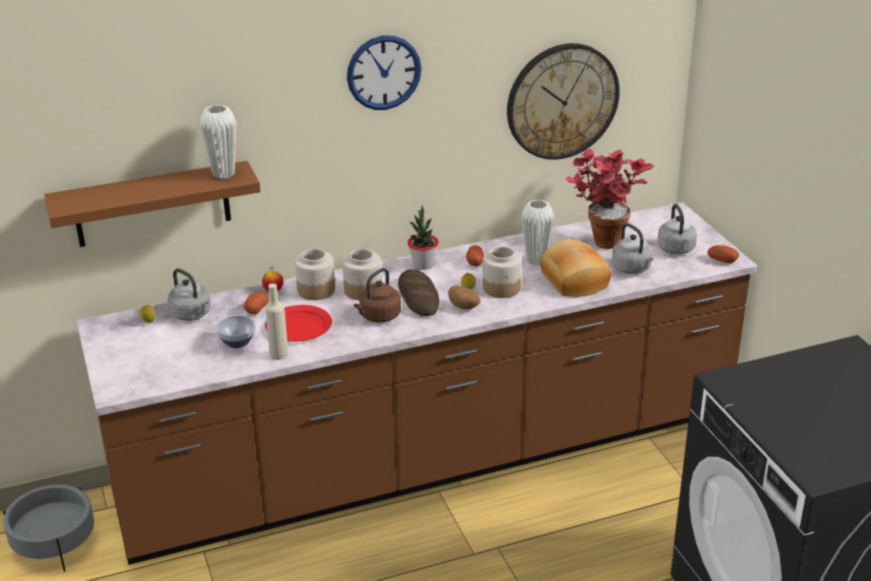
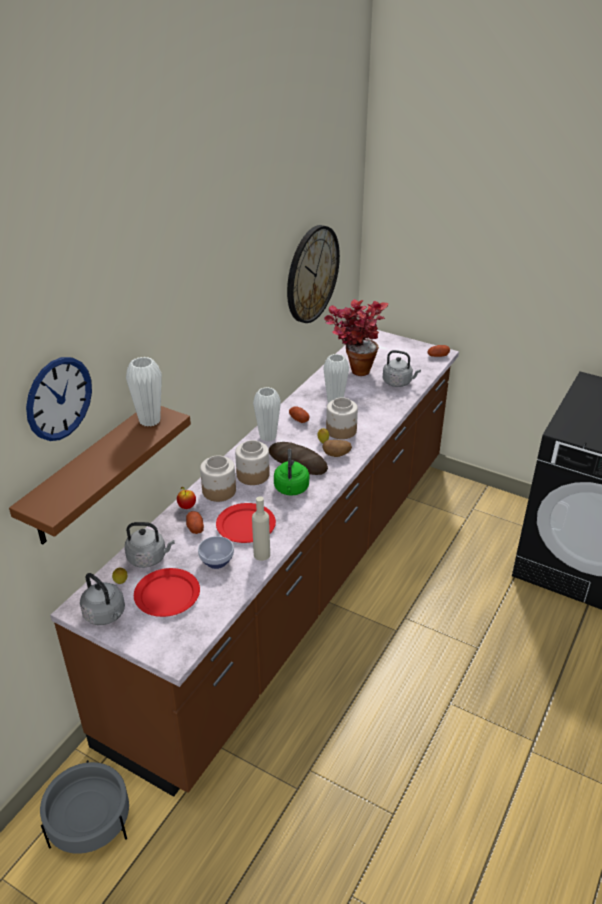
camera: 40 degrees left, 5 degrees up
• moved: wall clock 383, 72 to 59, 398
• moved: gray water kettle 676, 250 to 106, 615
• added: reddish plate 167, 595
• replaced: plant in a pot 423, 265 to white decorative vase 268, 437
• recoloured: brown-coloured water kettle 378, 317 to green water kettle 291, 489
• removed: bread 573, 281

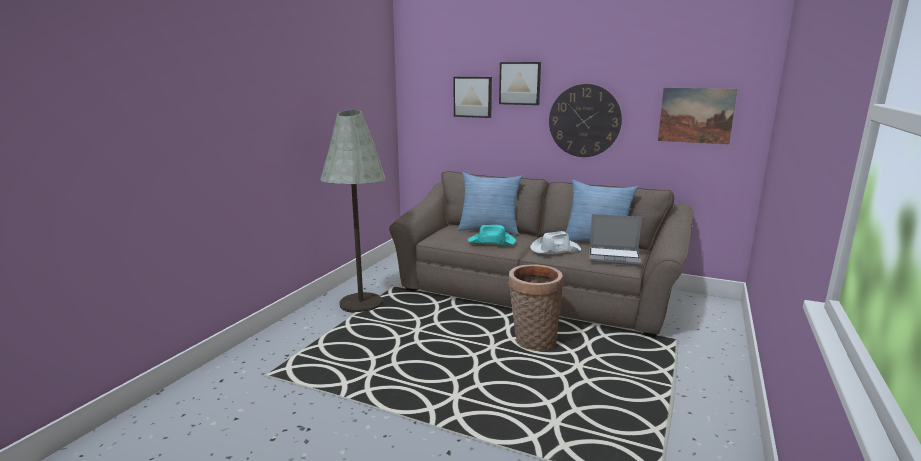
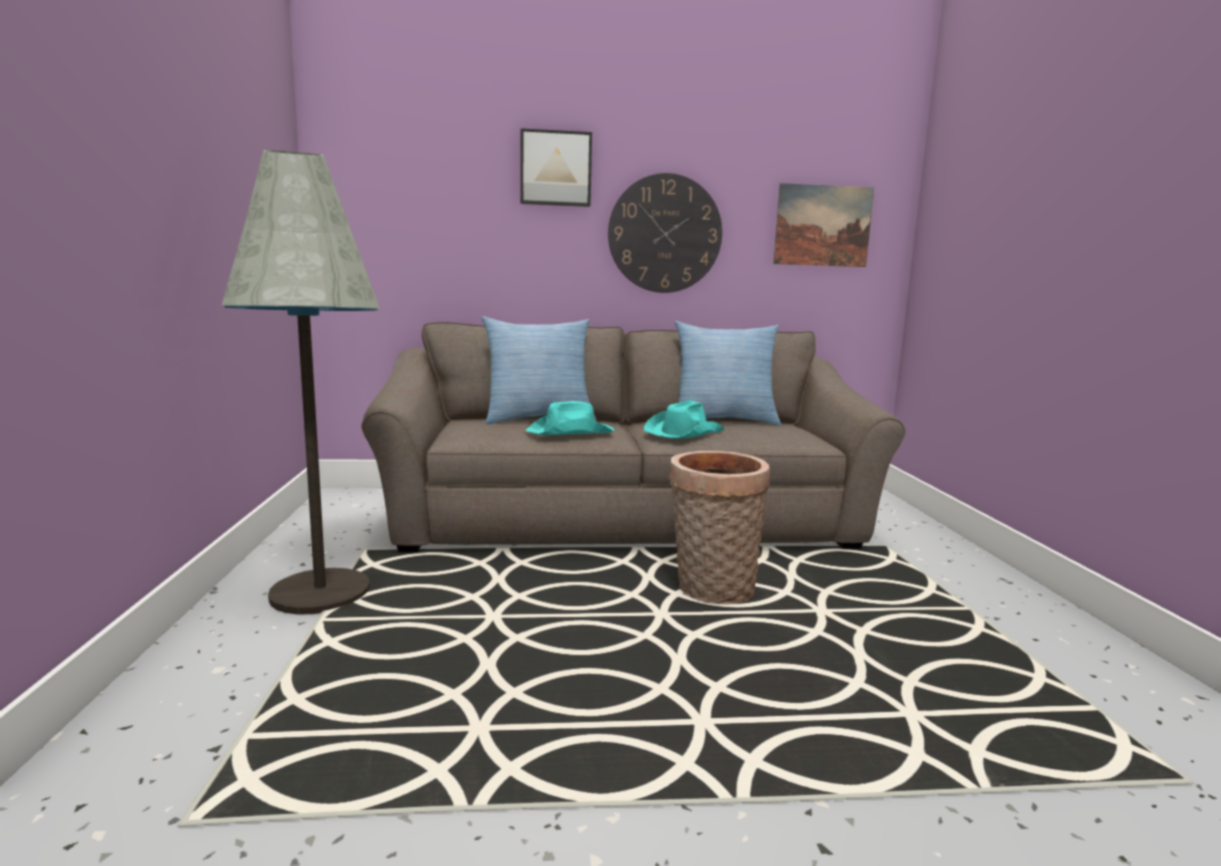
camera: 30 degrees left, 5 degrees down
• recoloured: white clothing hat 554, 249 to turquoise clothing hat 683, 432
• removed: picture 473, 97
• removed: notebook computer 614, 257

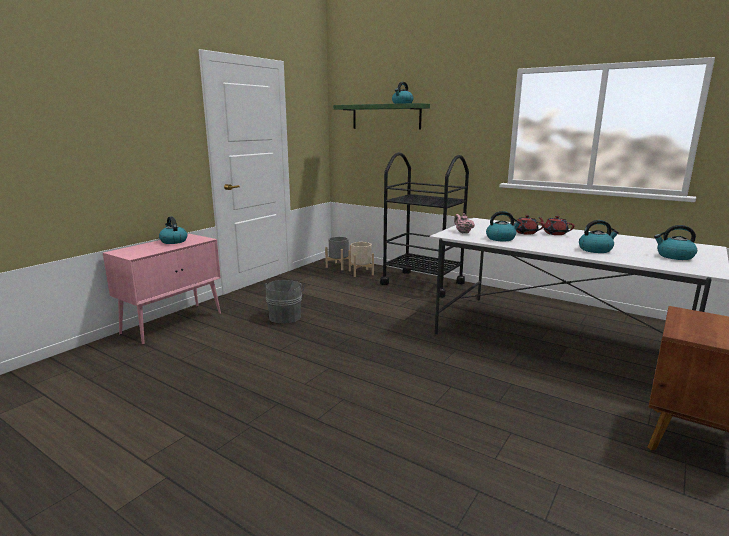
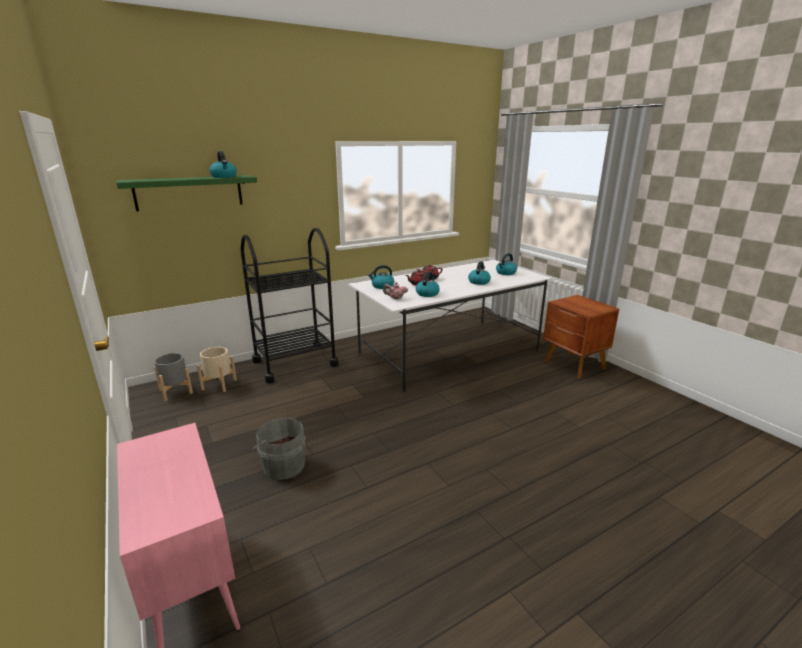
camera: 65 degrees left, 5 degrees up
• moved: water kettle 173, 241 to 382, 286

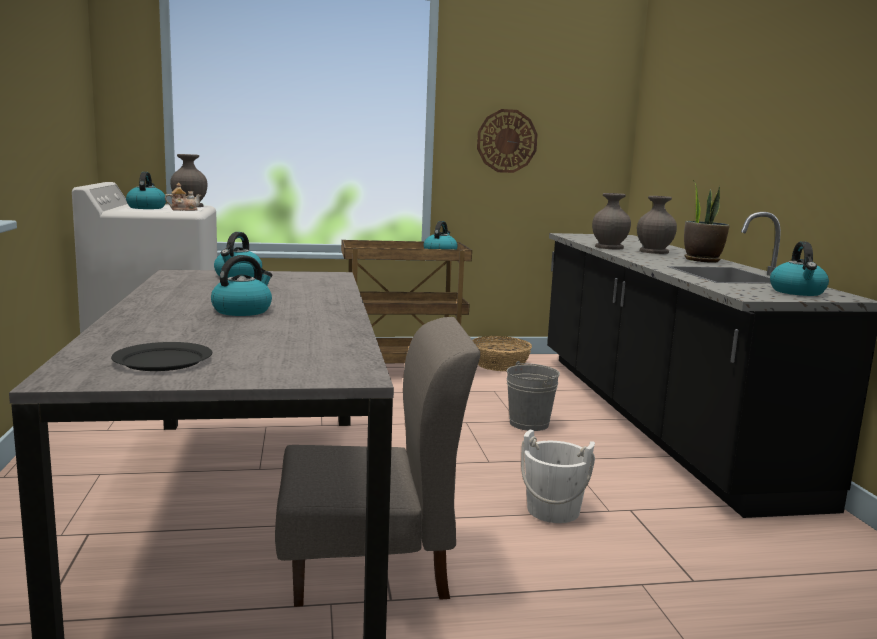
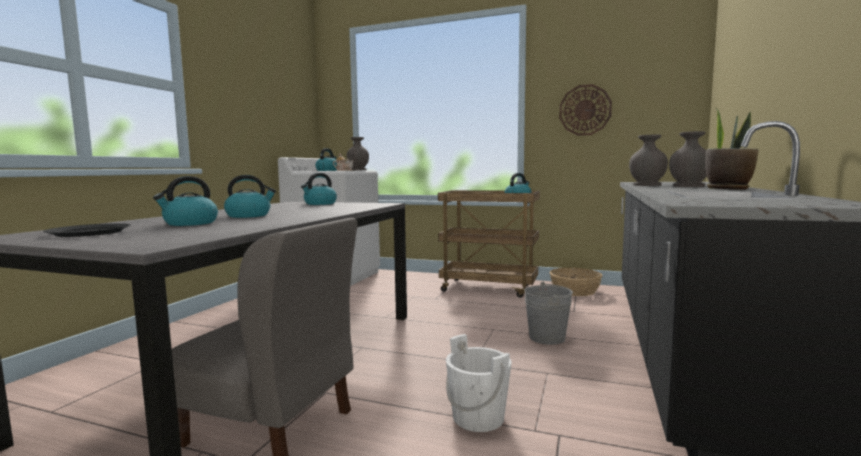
camera: 30 degrees right, 5 degrees down
• moved: water kettle 797, 292 to 190, 223

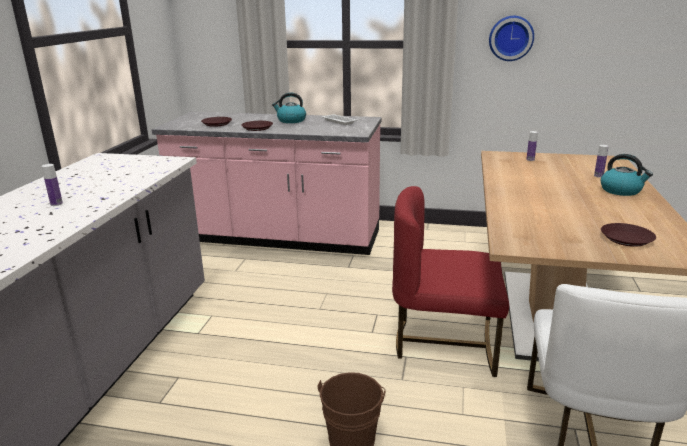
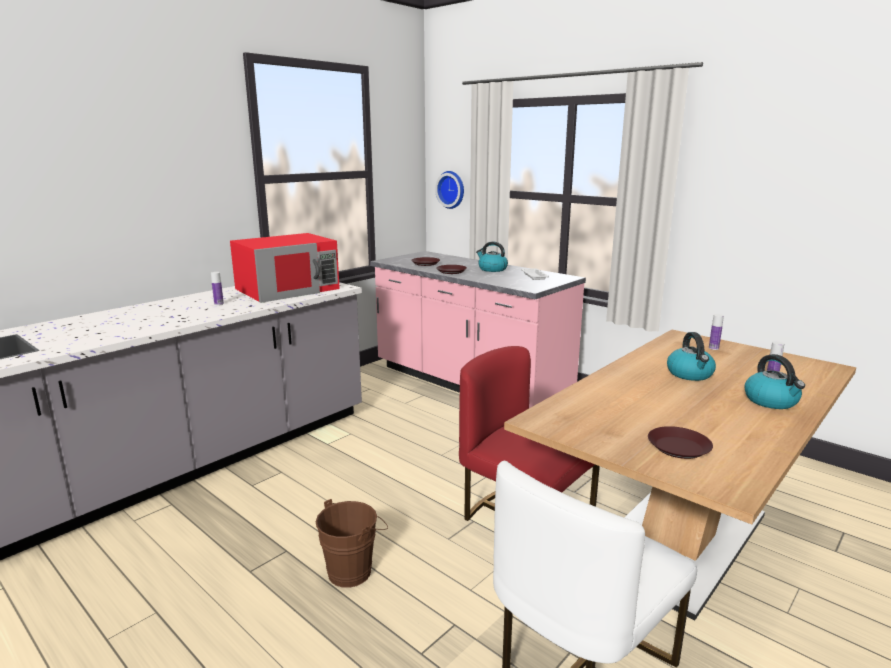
camera: 30 degrees right, 5 degrees down
• added: reddish kitchen microwave 288, 289
• moved: wall clock 511, 38 to 452, 189
• added: water kettle 690, 374

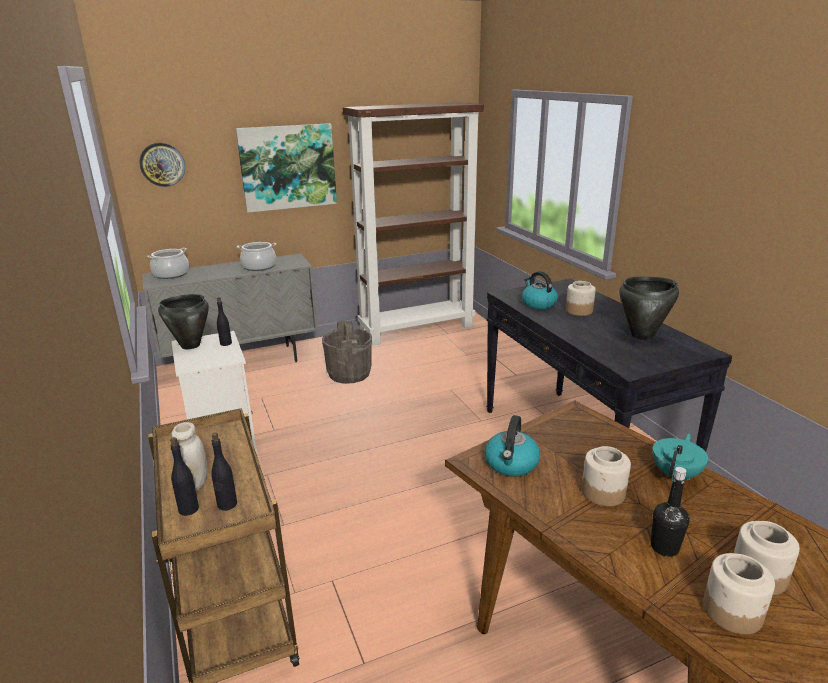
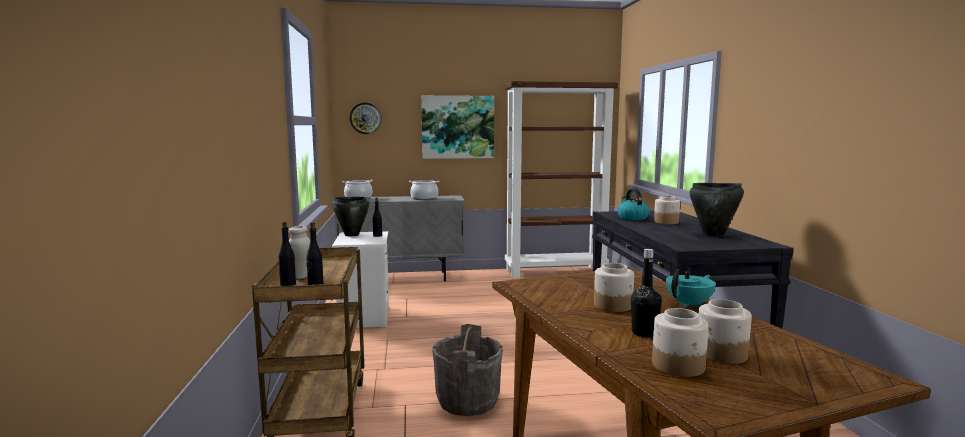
camera: 15 degrees right, 15 degrees down
• moved: gray bucket 349, 374 to 468, 401
• removed: water kettle 511, 464

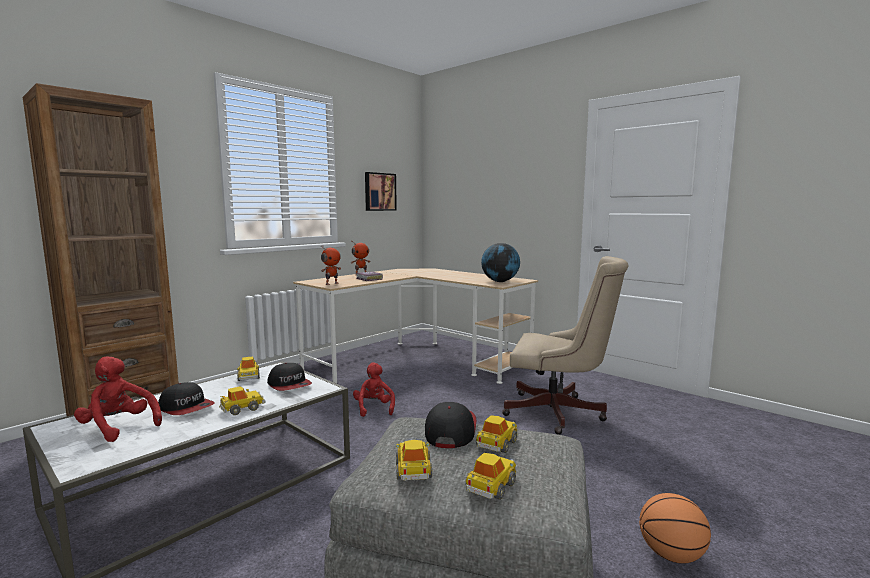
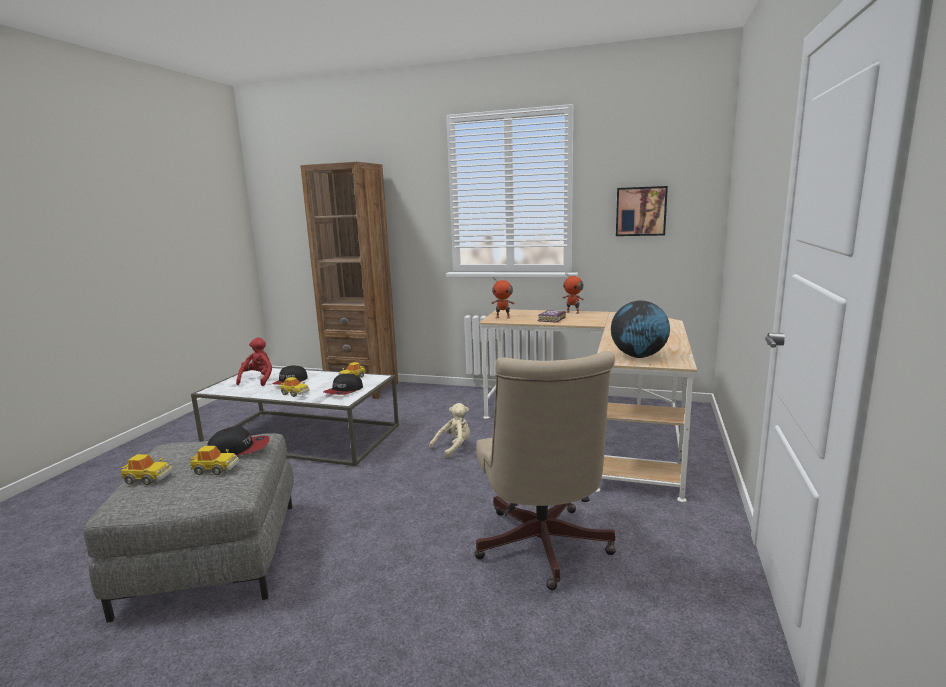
camera: 65 degrees right, 5 degrees up
• recoloured: reddish soft toy 374, 408 to sand-coloured soft toy 454, 447
• removed: model car 413, 470
• removed: ball for basketball 671, 555

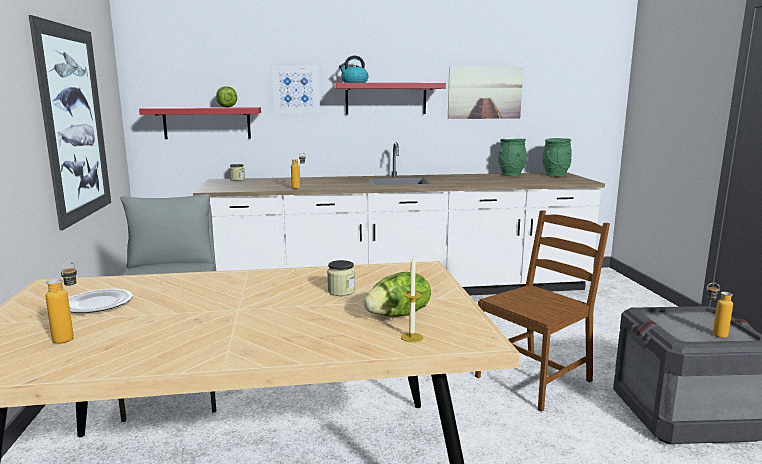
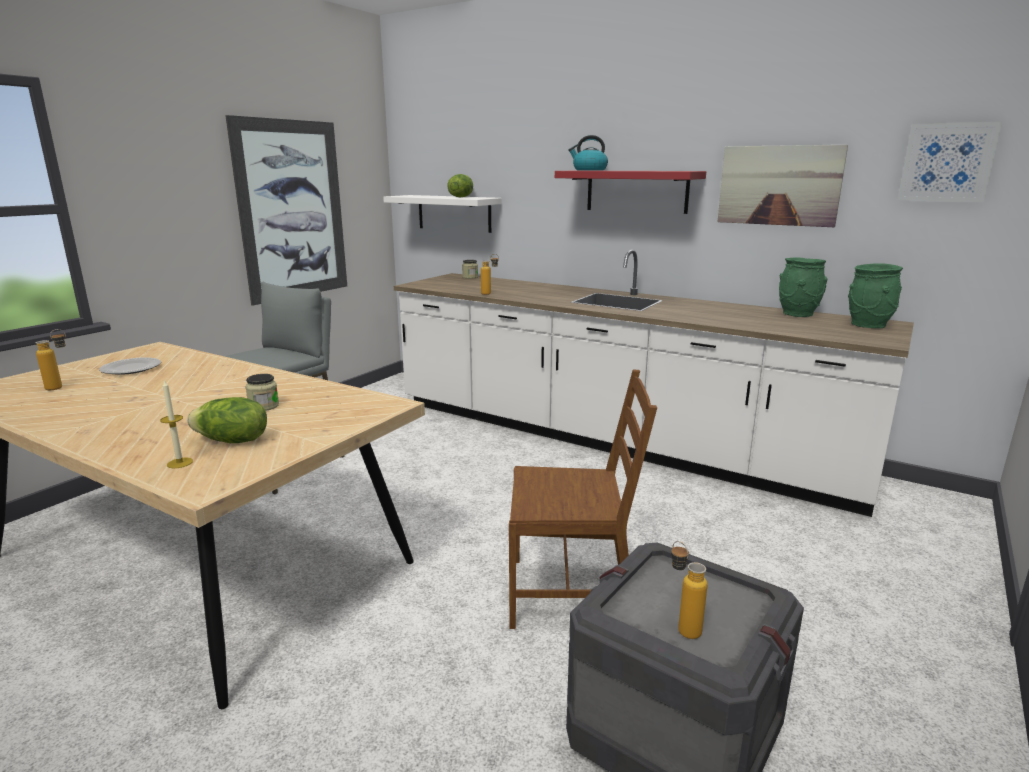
camera: 40 degrees right, 5 degrees up
• recoloured: reddish wall shelf 207, 123 to white wall shelf 454, 213
• moved: picture 296, 89 to 947, 162

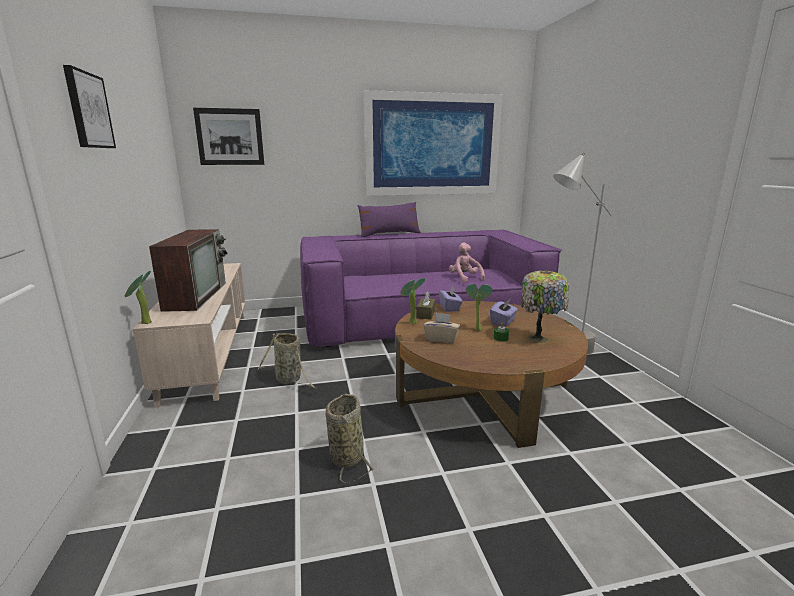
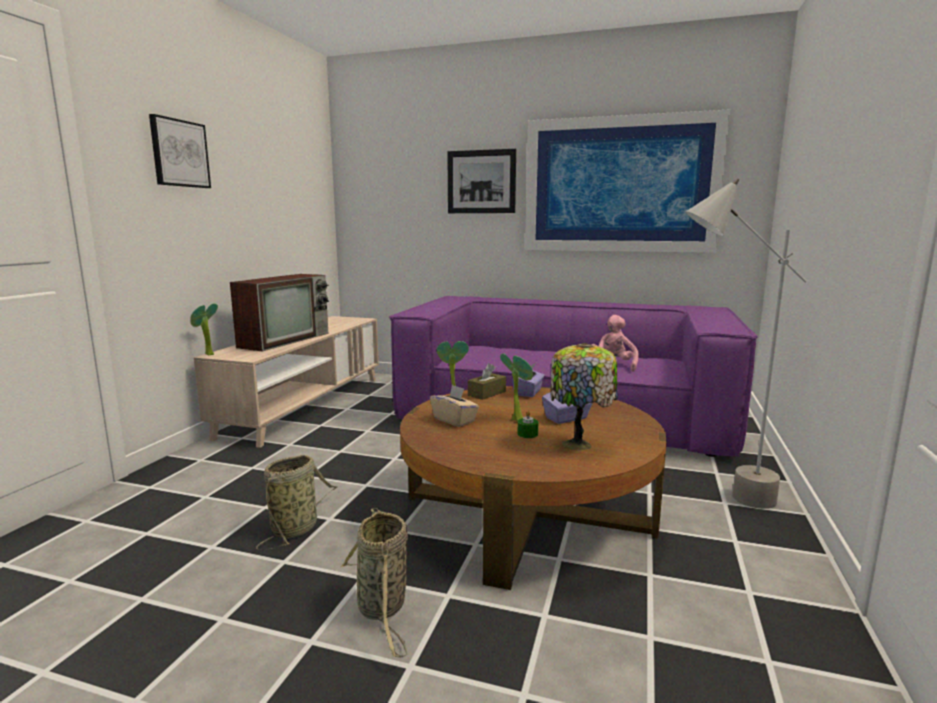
camera: 30 degrees right, 5 degrees down
• moved: basket 290, 380 to 382, 608
• moved: picture 230, 137 to 481, 182
• removed: purple throw pillow 389, 234

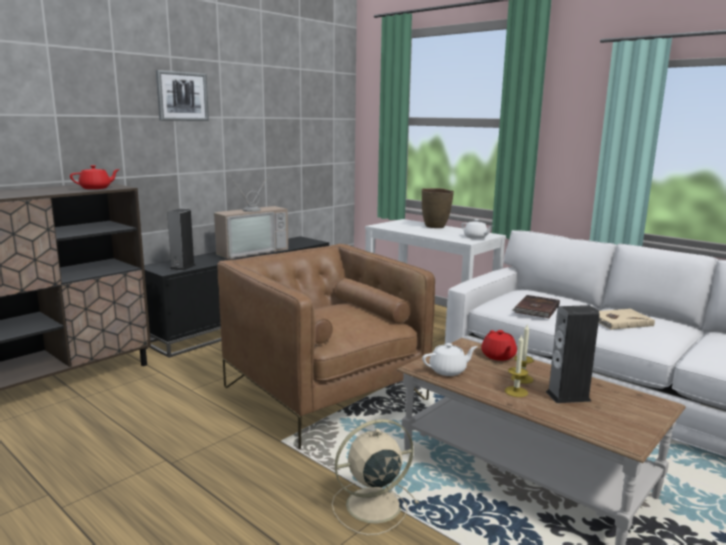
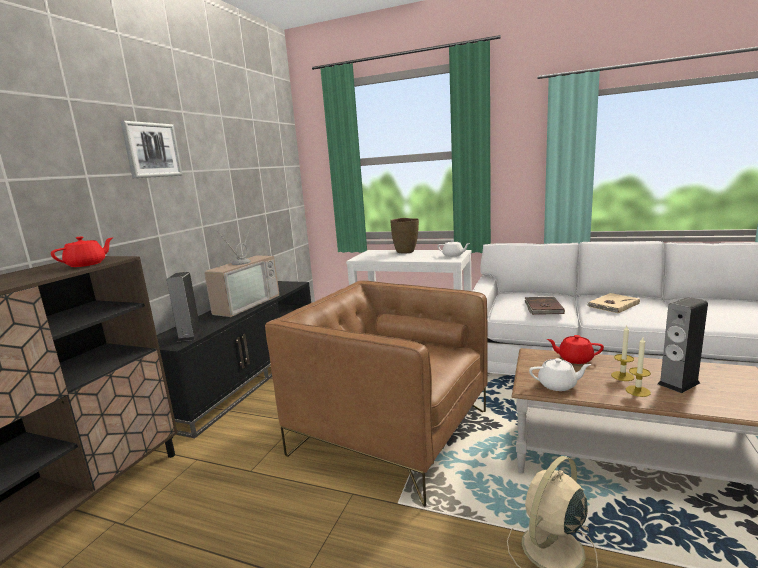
camera: 20 degrees left, 0 degrees up
• turned: white tea pot 448, 370 = 558, 385 45 degrees clockwise
• turned: reddish tea pot 498, 356 = 574, 359 135 degrees clockwise

